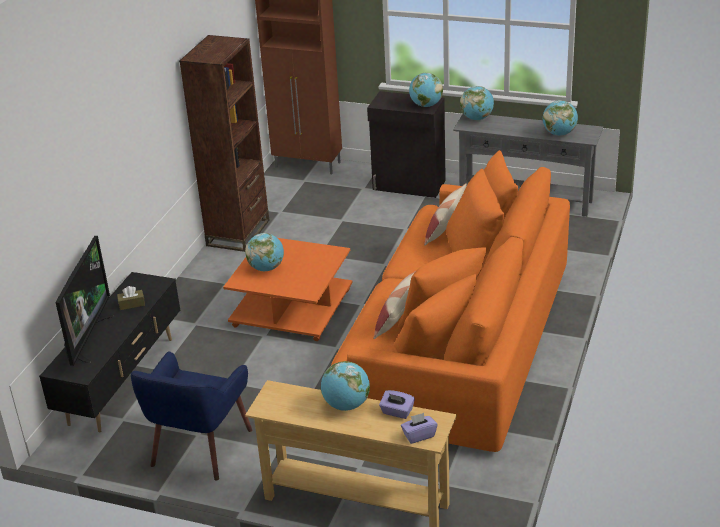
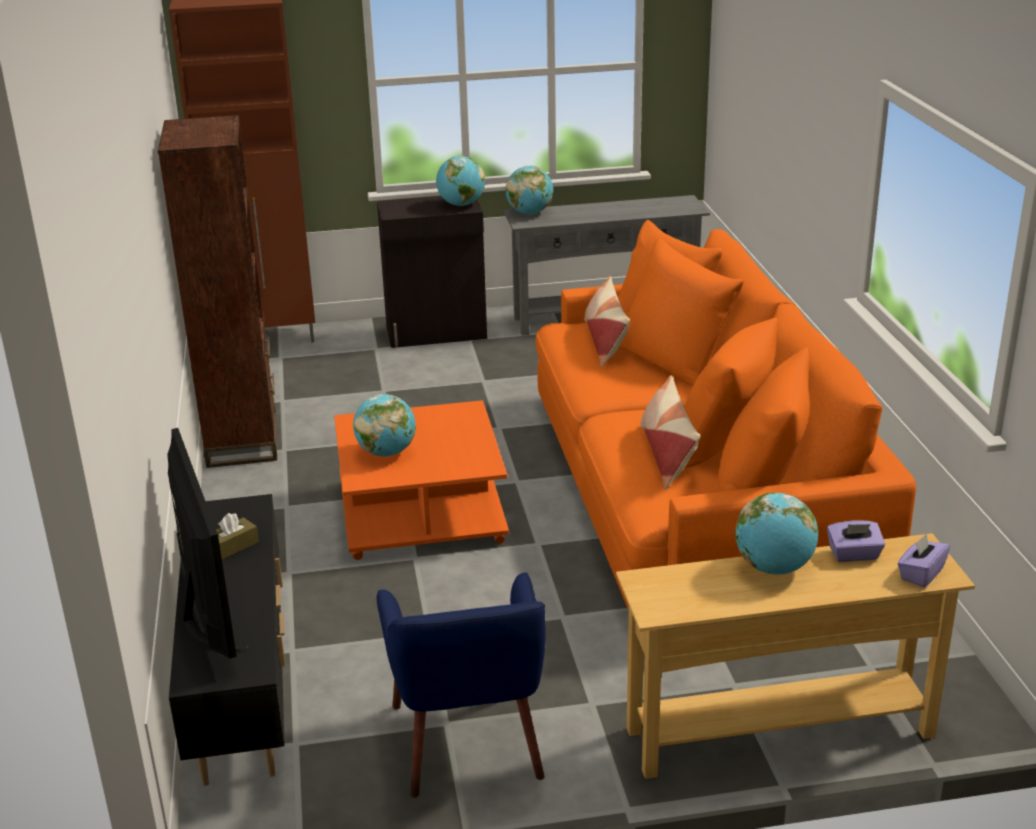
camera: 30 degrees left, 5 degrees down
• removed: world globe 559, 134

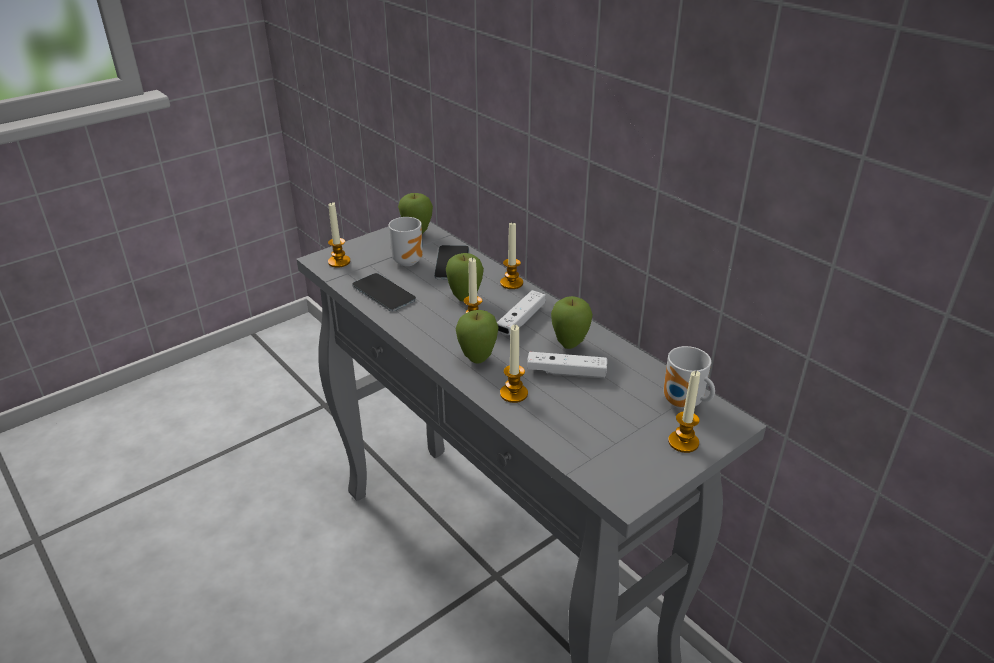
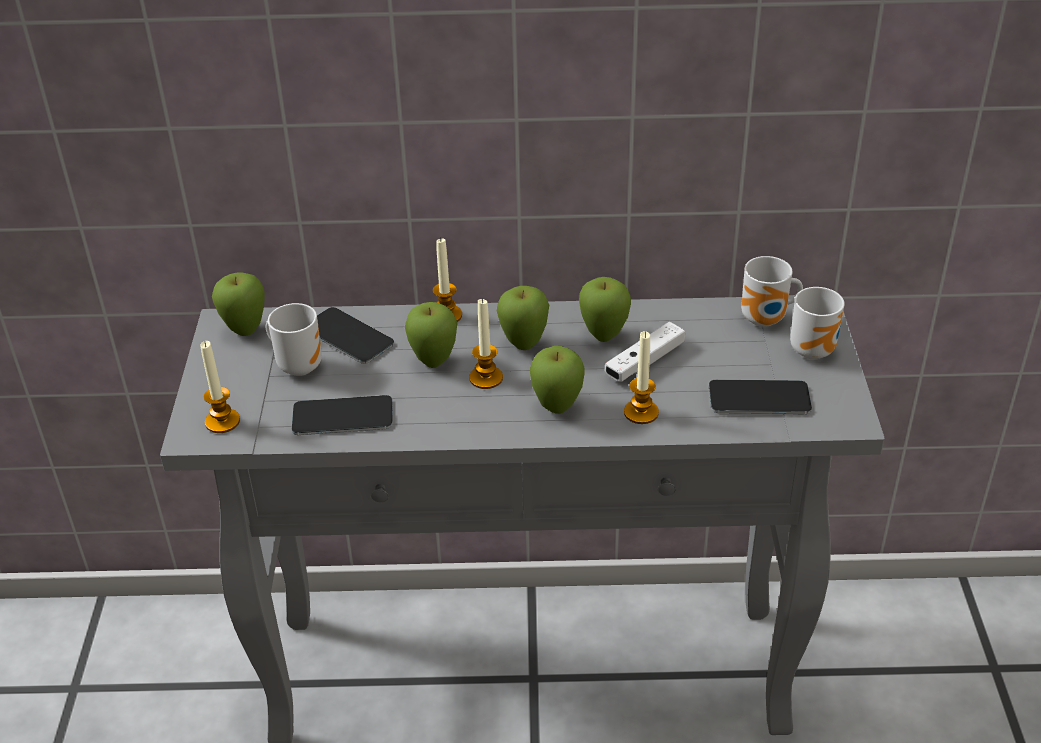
camera: 50 degrees left, 5 degrees up
• replaced: white gamepad 521, 320 to apple 524, 345
• added: phone 759, 398
• replaced: wax light 683, 442 to mug 815, 350

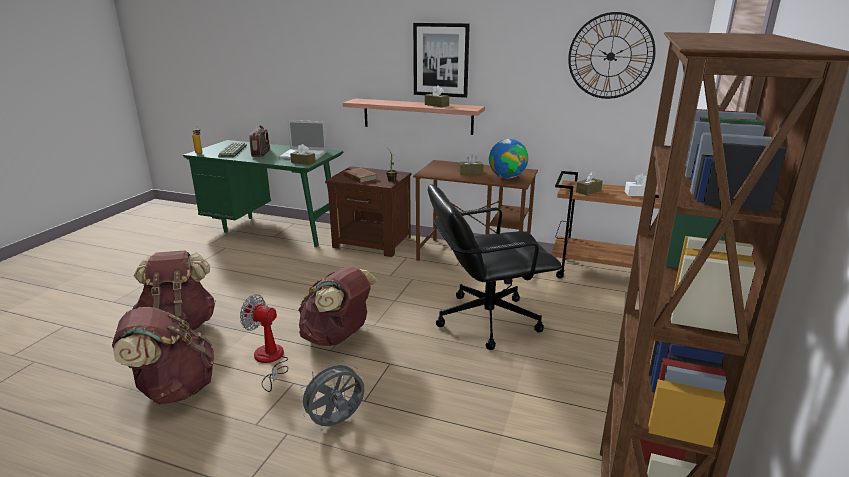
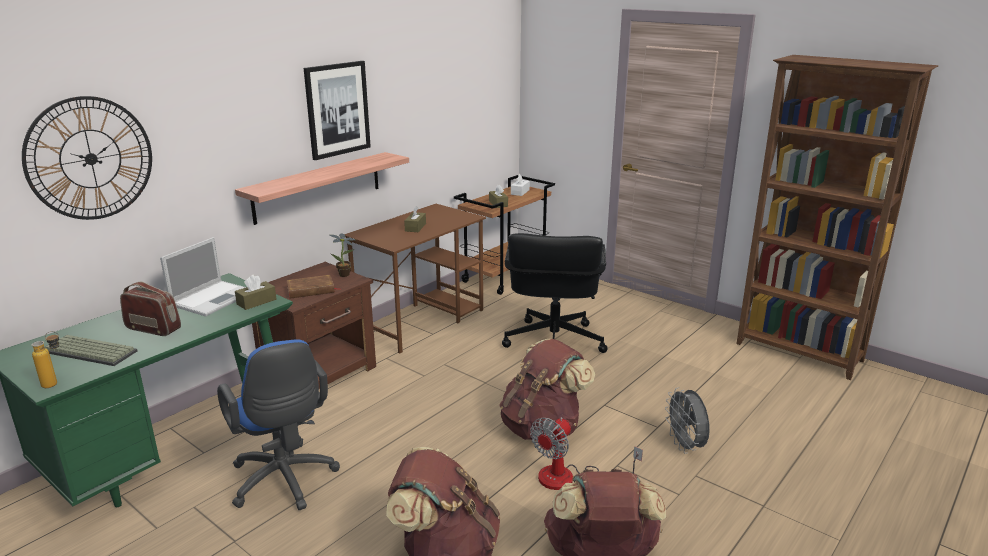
camera: 70 degrees left, 0 degrees up
• moved: wall clock 610, 56 to 90, 159
• added: blue-coloured desk chair 285, 482
• removed: brown-coloured tissue box 436, 105
• removed: world globe 507, 177

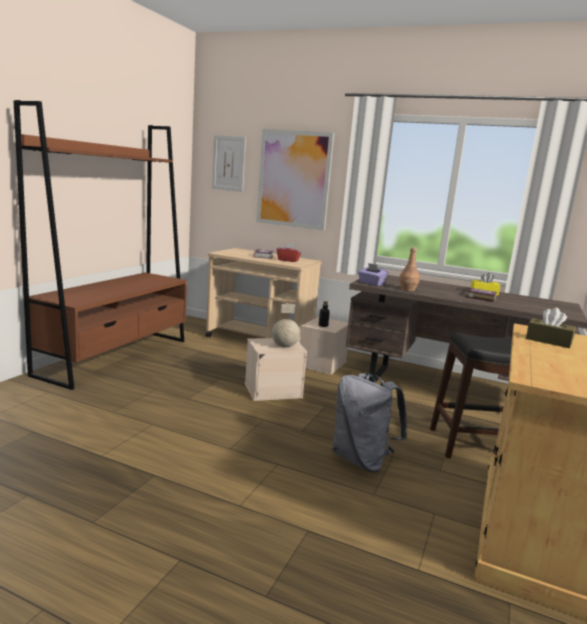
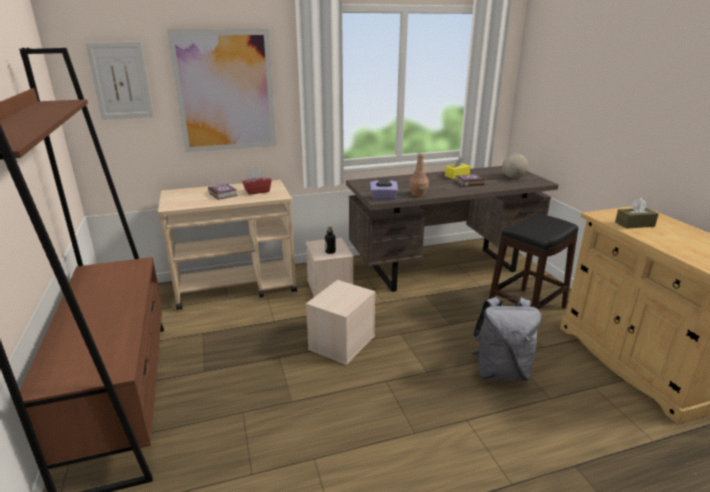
camera: 40 degrees left, 10 degrees up
• moved: world globe 285, 346 to 513, 177

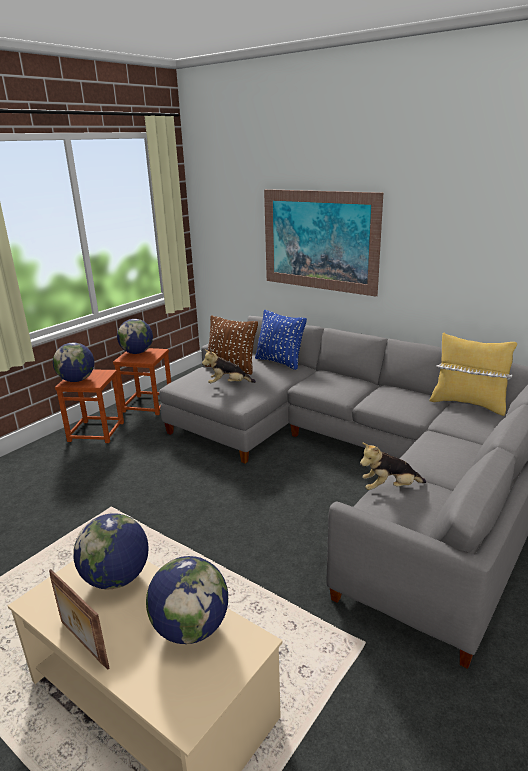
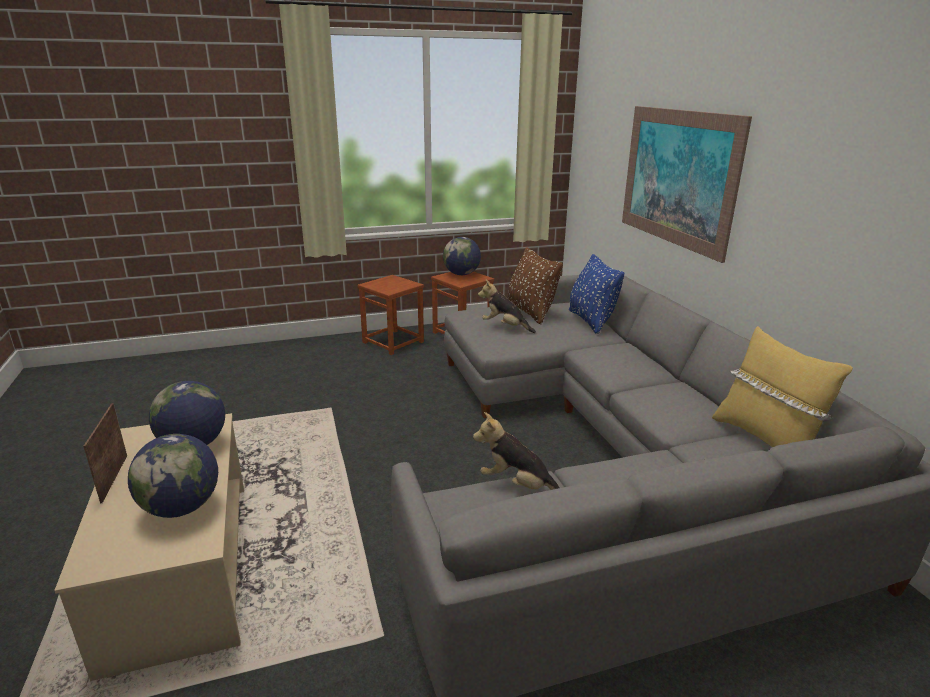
camera: 35 degrees right, 0 degrees up
• removed: world globe 77, 380

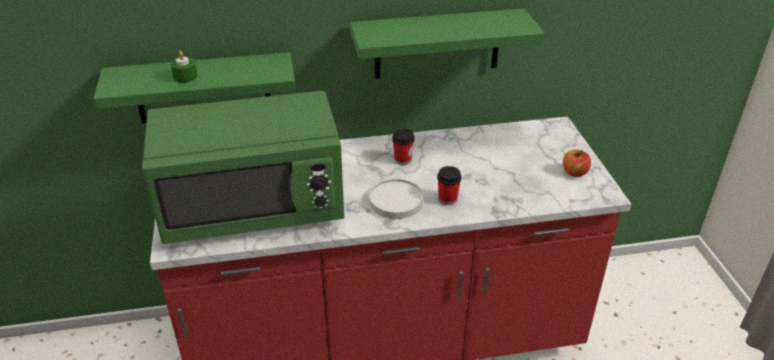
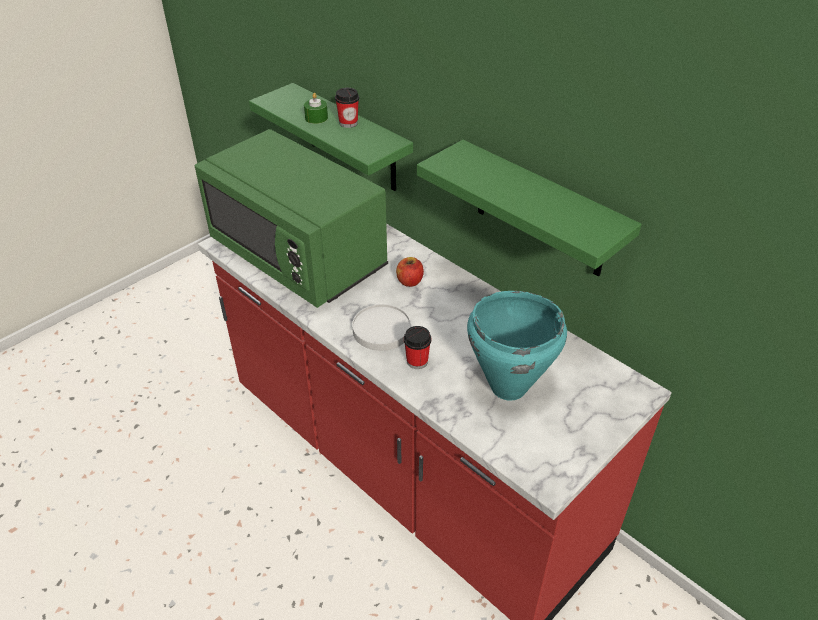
camera: 55 degrees right, 5 degrees up
• moved: cup 403, 159 to 348, 123
• moved: apple 574, 172 to 409, 281
• added: turquoise stockpot 507, 386

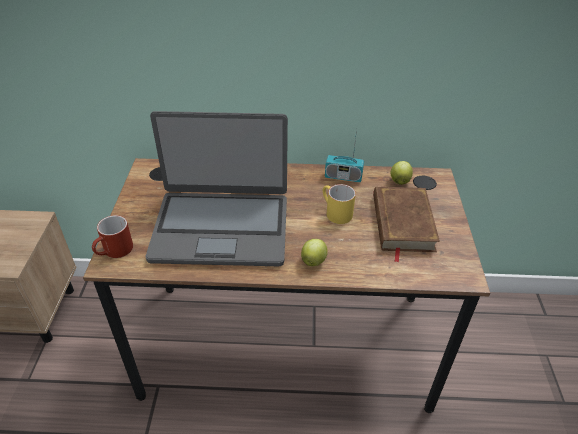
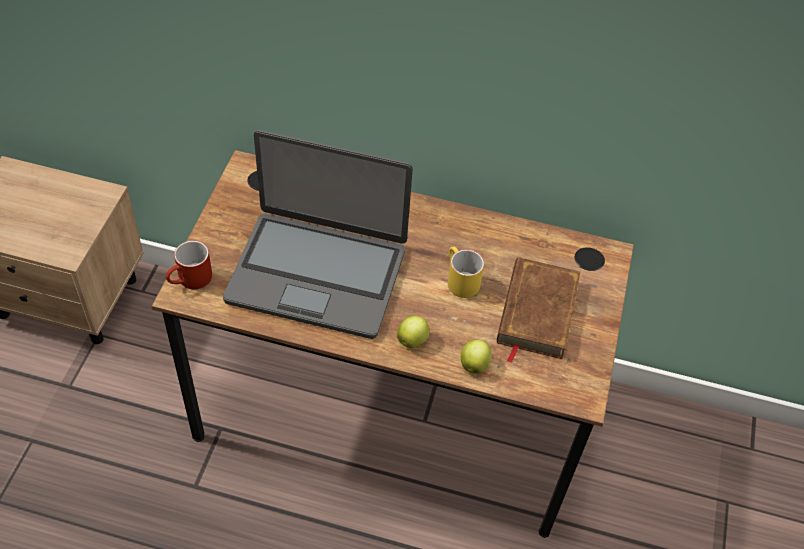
camera: 10 degrees right, 10 degrees up
• moved: apple 399, 181 to 474, 364
• removed: radio receiver 343, 177

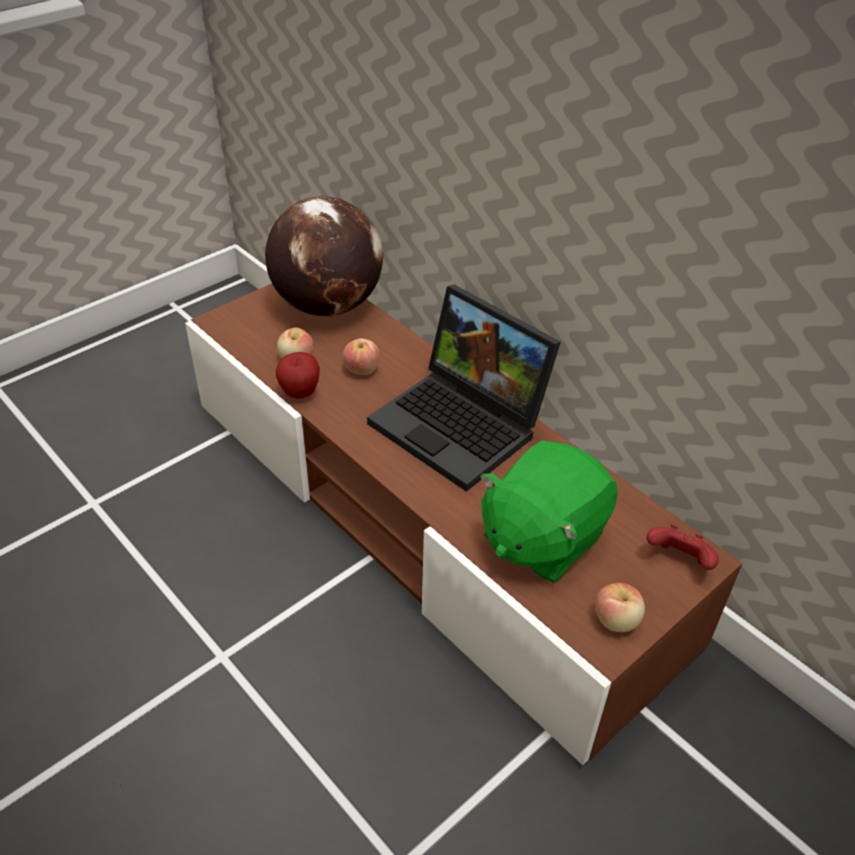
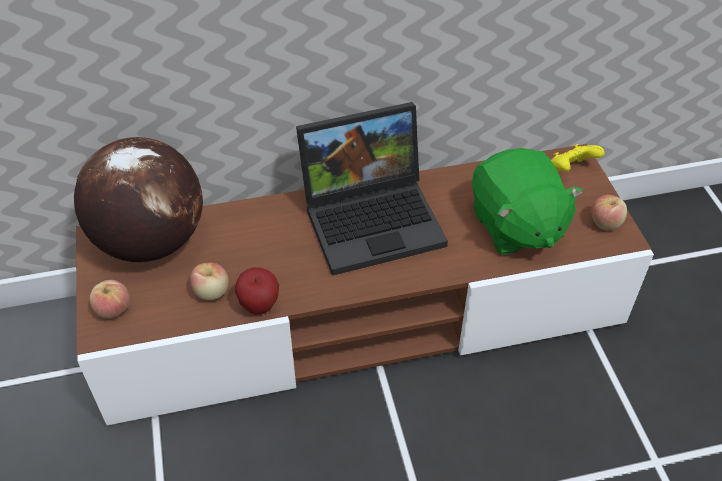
camera: 60 degrees left, 5 degrees up
• moved: apple 361, 369 to 113, 310
• recoloured: reddish gamepad 679, 560 to yellow gamepad 571, 170

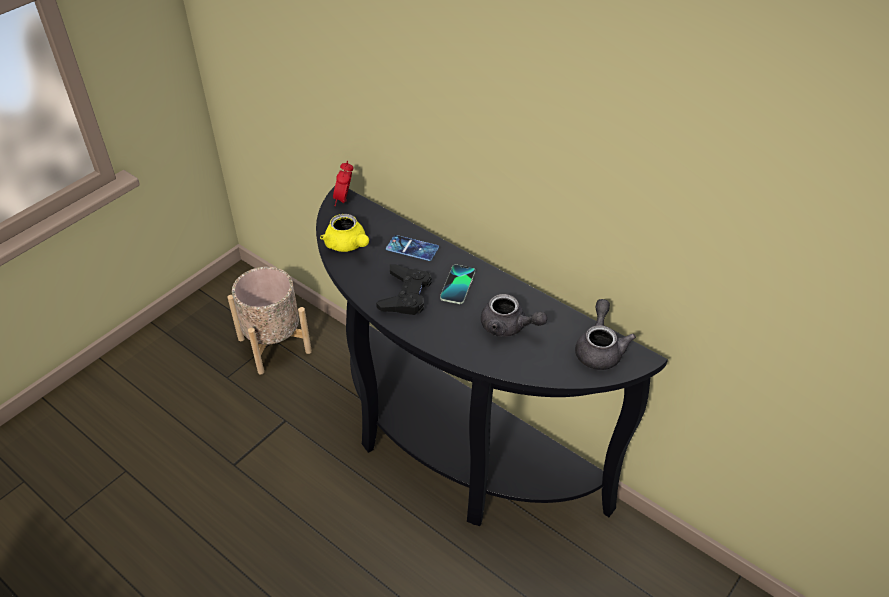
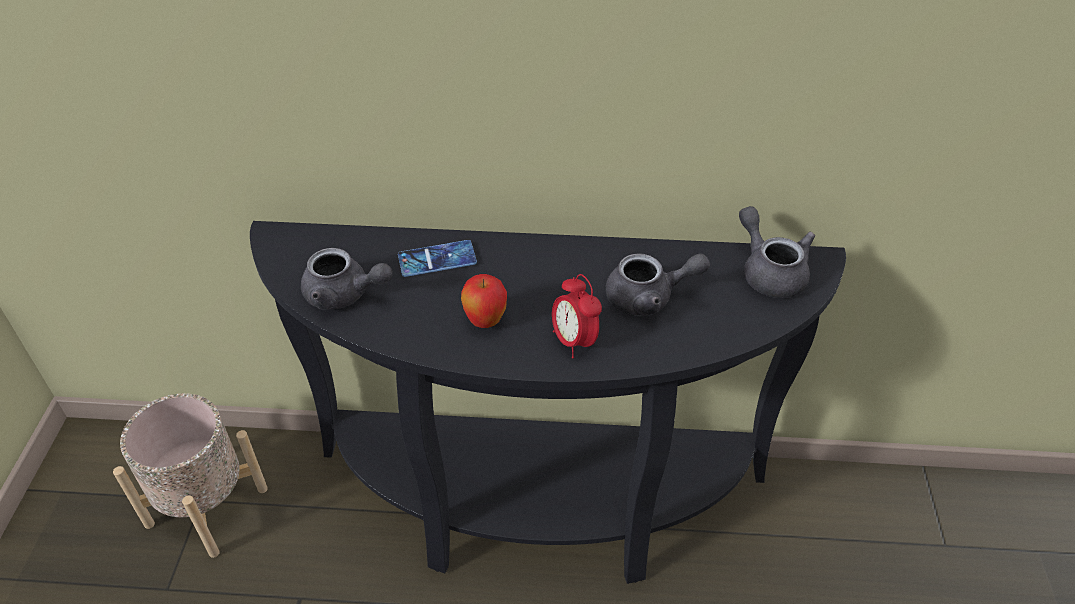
camera: 35 degrees left, 0 degrees up
• recoloured: yellow tea pot 348, 245 to gray tea pot 344, 295
• replaced: black gamepad 405, 295 to apple 485, 321
• moved: bedside clock 344, 200 to 574, 341
• removed: phone 458, 285

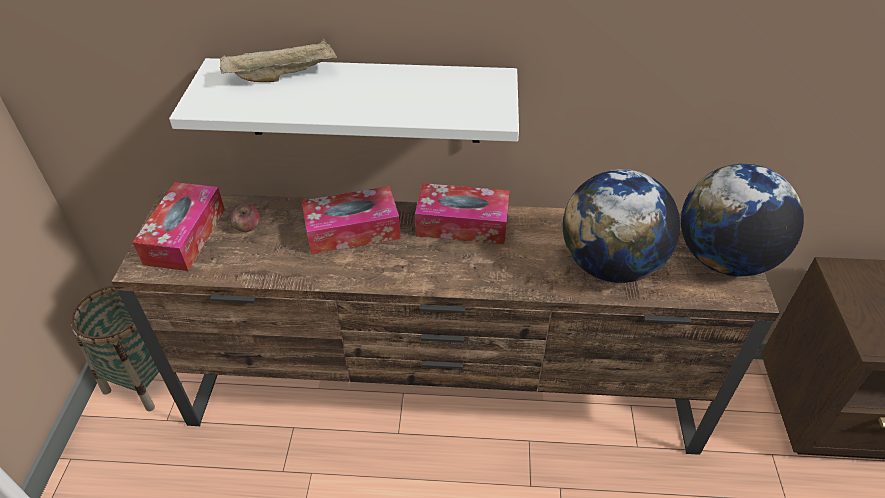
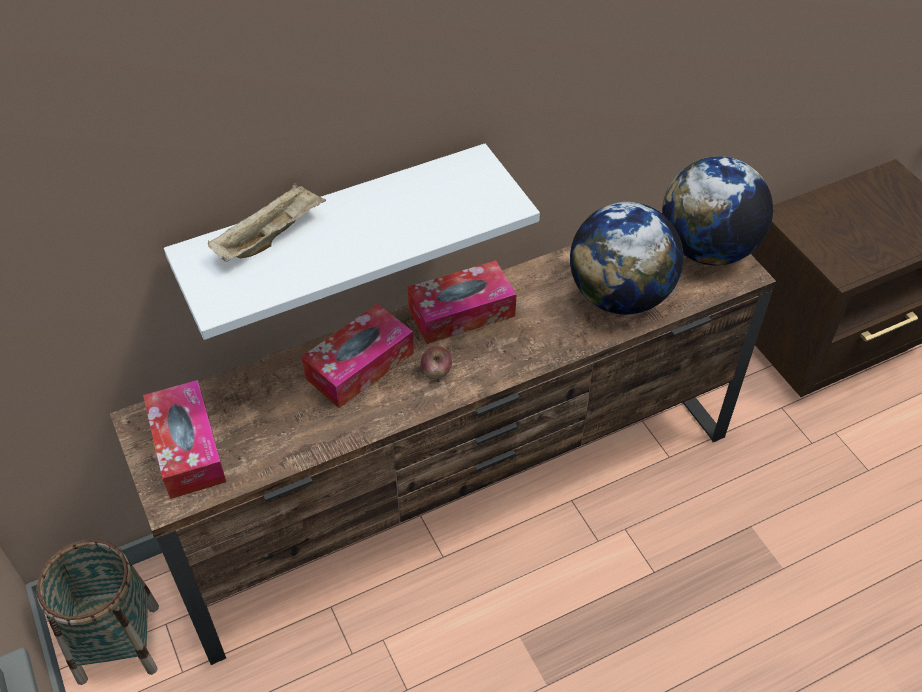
camera: 30 degrees left, 5 degrees up
• moved: apple 248, 227 to 436, 372

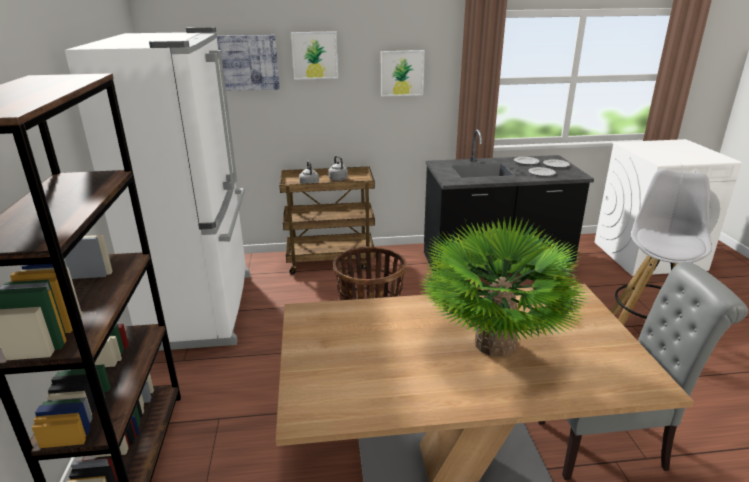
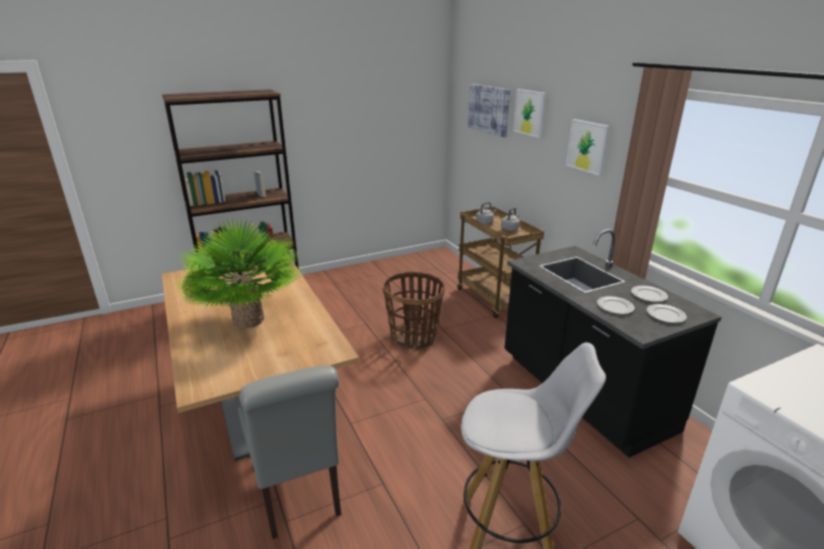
camera: 70 degrees right, 0 degrees up
• removed: white refrigerator 204, 309

